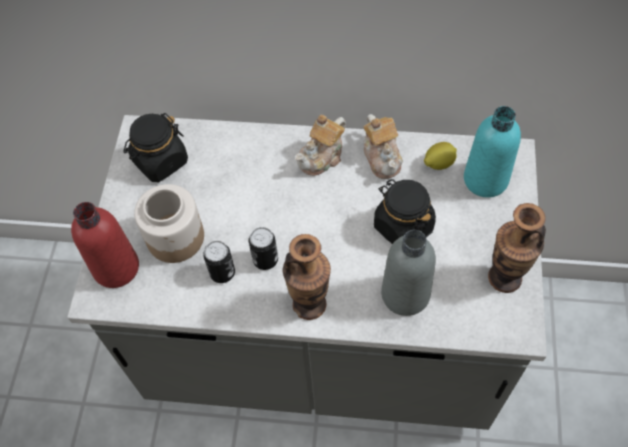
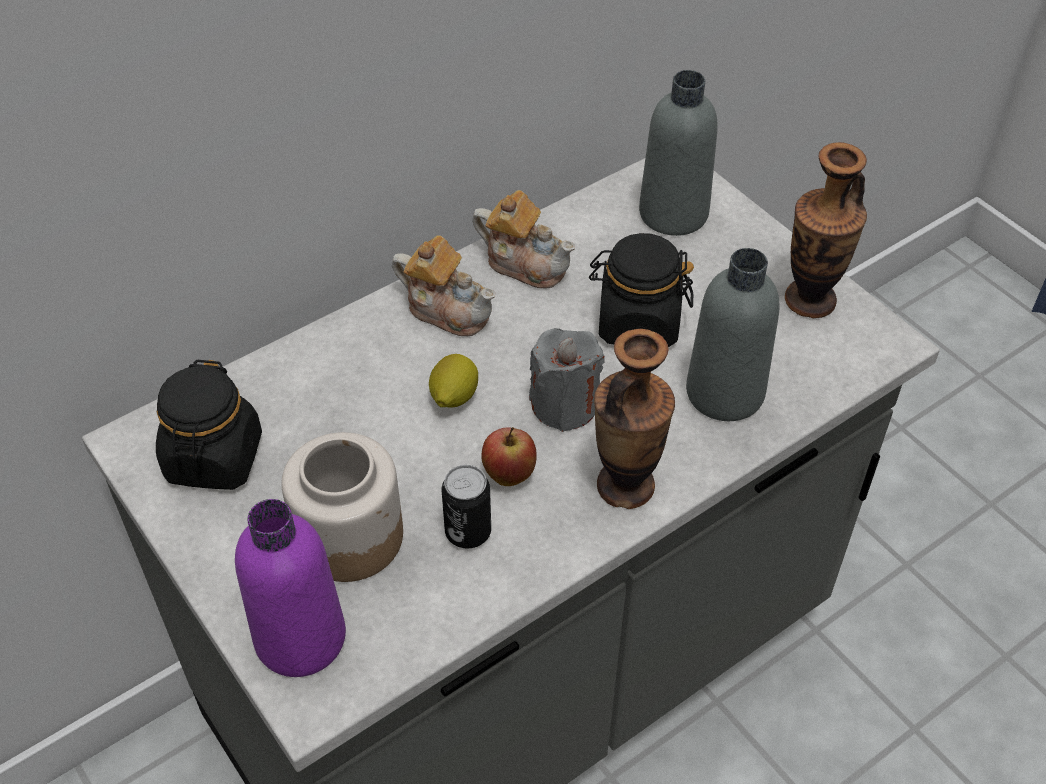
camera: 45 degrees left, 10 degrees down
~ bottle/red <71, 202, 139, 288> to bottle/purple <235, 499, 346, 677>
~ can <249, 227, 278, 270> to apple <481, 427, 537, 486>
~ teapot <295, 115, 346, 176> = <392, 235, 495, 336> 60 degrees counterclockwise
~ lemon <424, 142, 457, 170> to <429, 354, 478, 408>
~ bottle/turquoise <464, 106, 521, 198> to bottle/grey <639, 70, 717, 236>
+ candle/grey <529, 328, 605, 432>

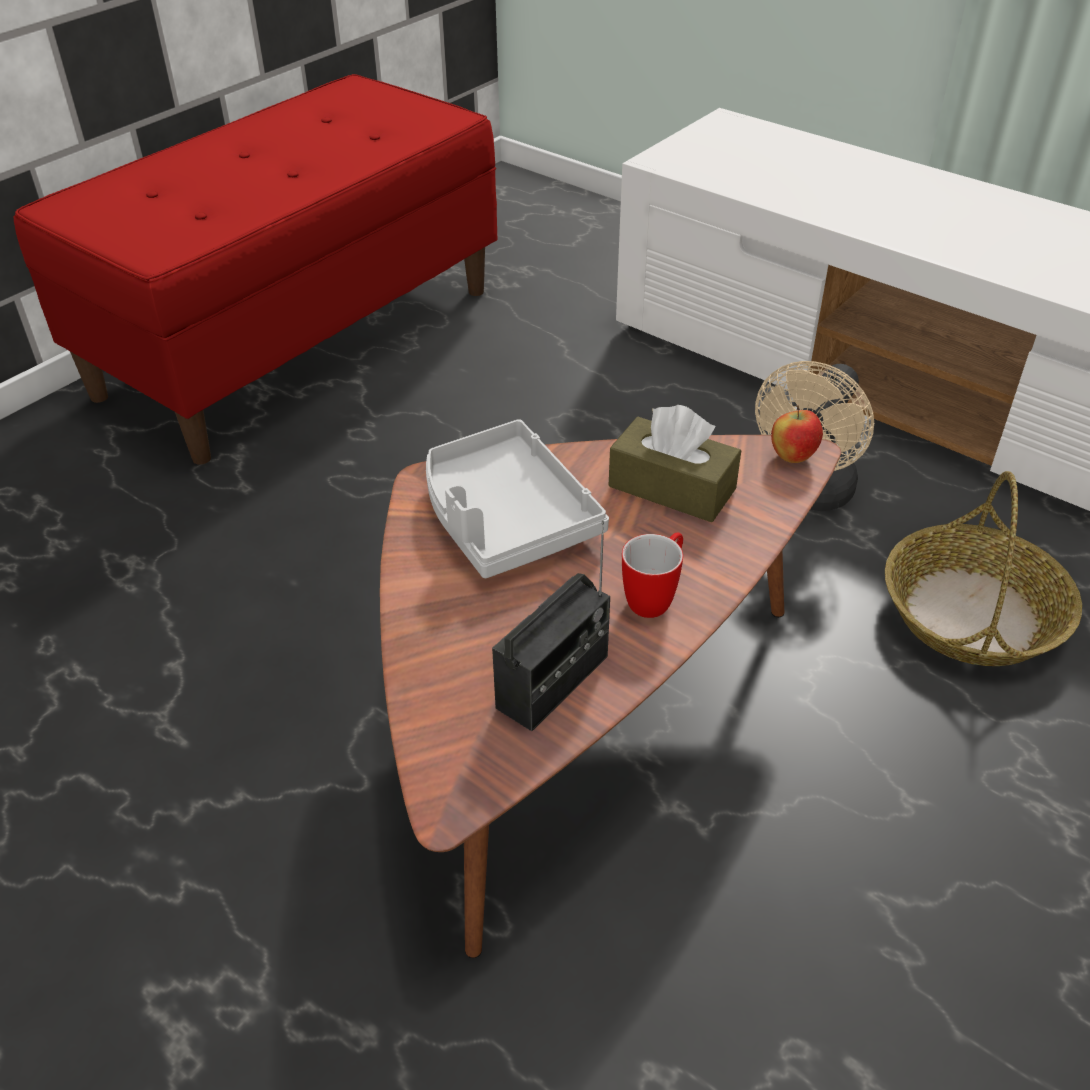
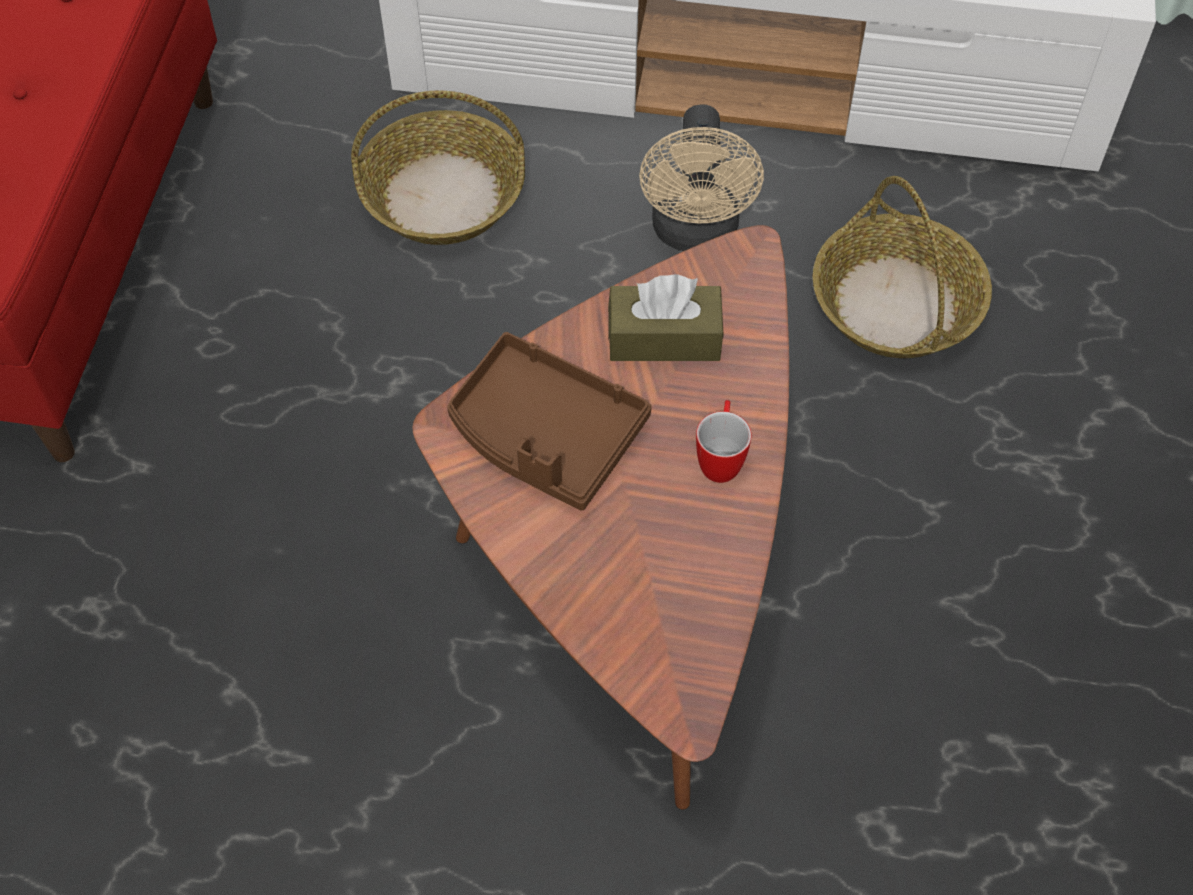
camera: 30 degrees left, 15 degrees up
~ tray/grey <426, 419, 609, 578> to tray/brown <447, 332, 651, 511>
- radio <492, 520, 610, 731>
- apple <771, 406, 823, 463>
+ basket <351, 91, 525, 245>

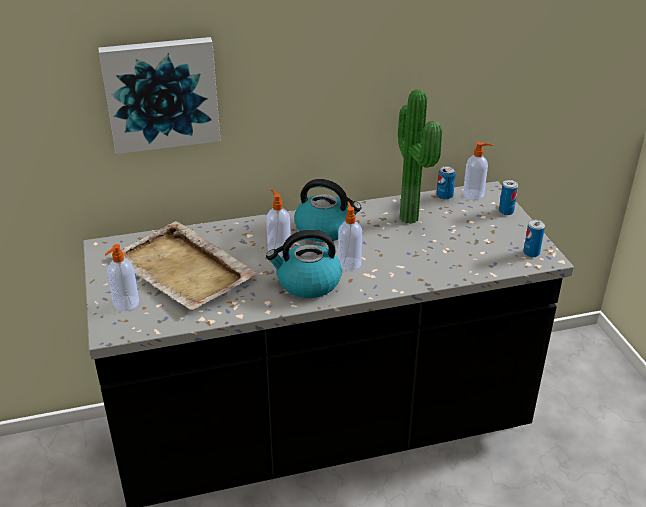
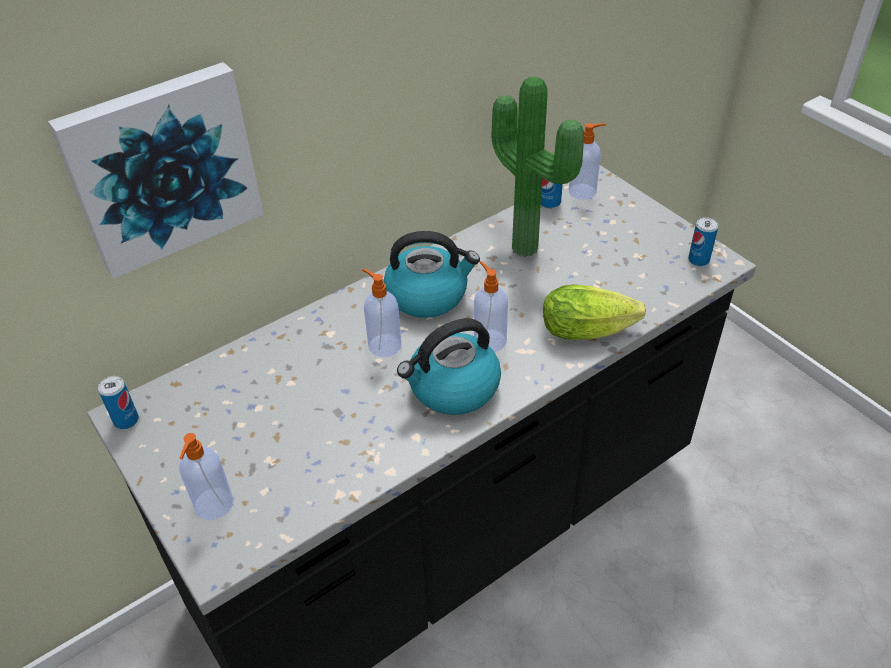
camera: 20 degrees left, 10 degrees up
- tray/beige <110, 221, 258, 311>
~ can <499, 180, 518, 215> to <98, 376, 139, 429>
+ lettuce <543, 285, 646, 340>

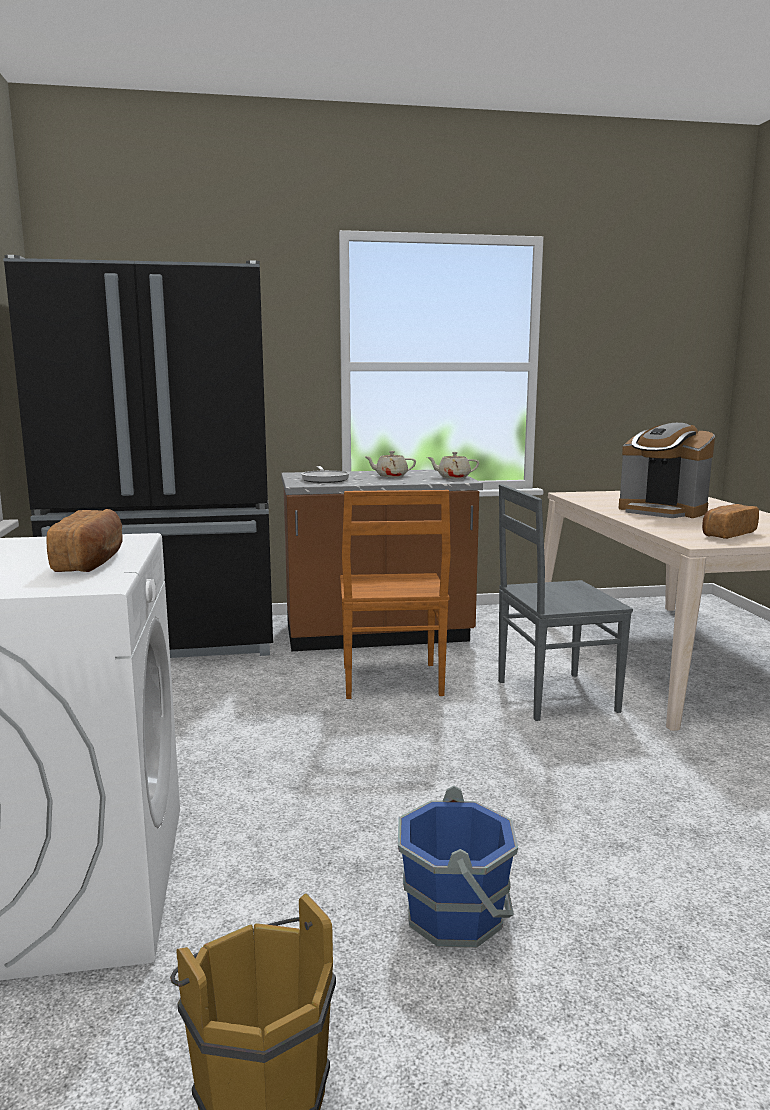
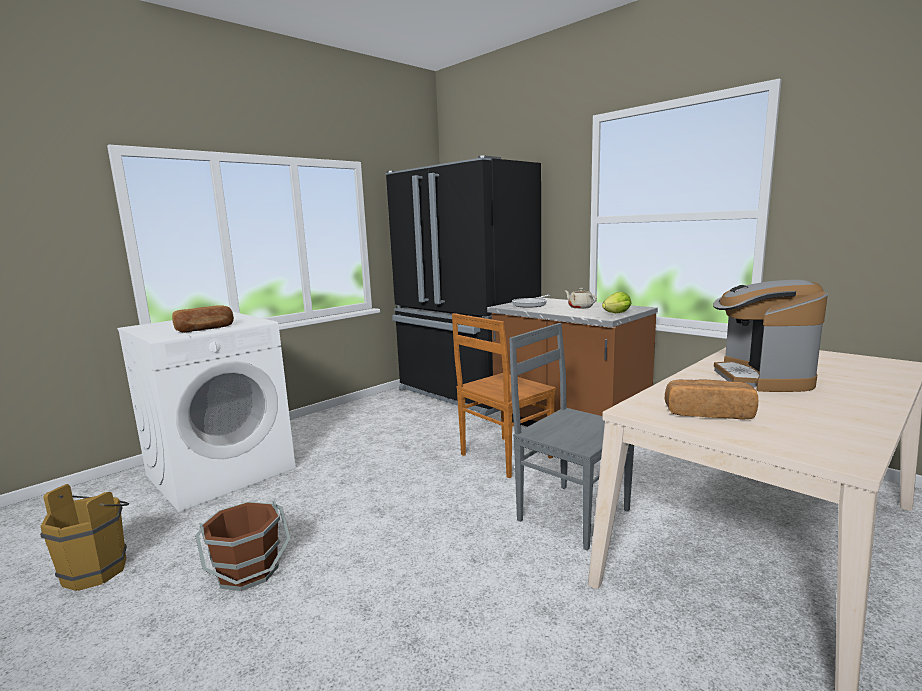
camera: 55 degrees right, 0 degrees up
~ bucket/blue <398, 786, 518, 948> to bucket/brown <195, 500, 291, 591>
~ teapot/beige <427, 452, 479, 479> to lettuce <602, 292, 631, 313>

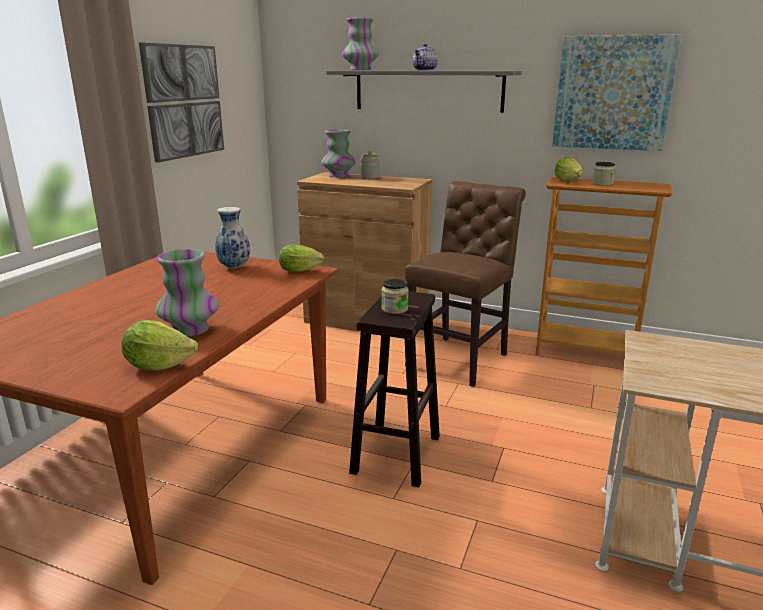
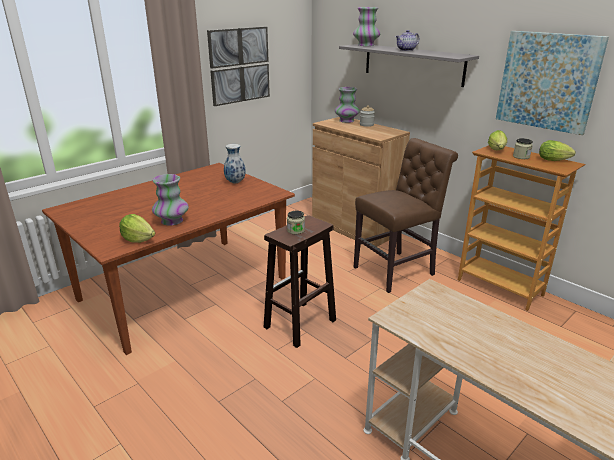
camera: 25 degrees right, 5 degrees up
~ lettuce <279, 244, 324, 272> to <539, 140, 576, 161>

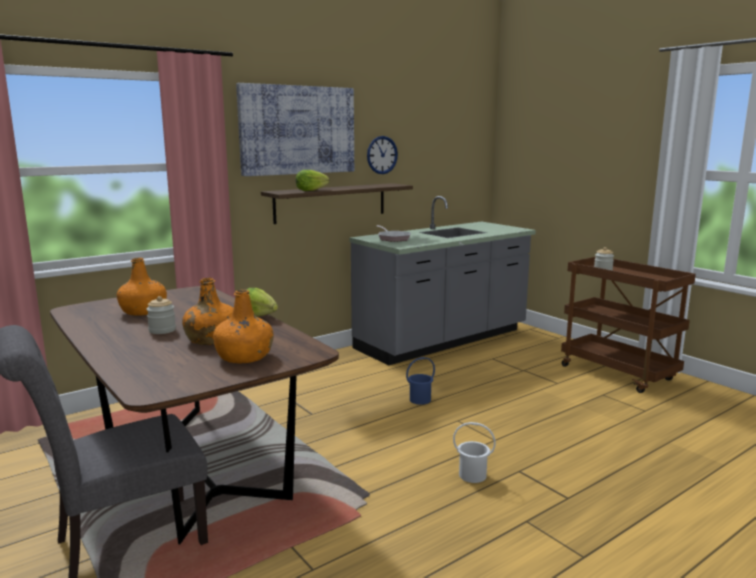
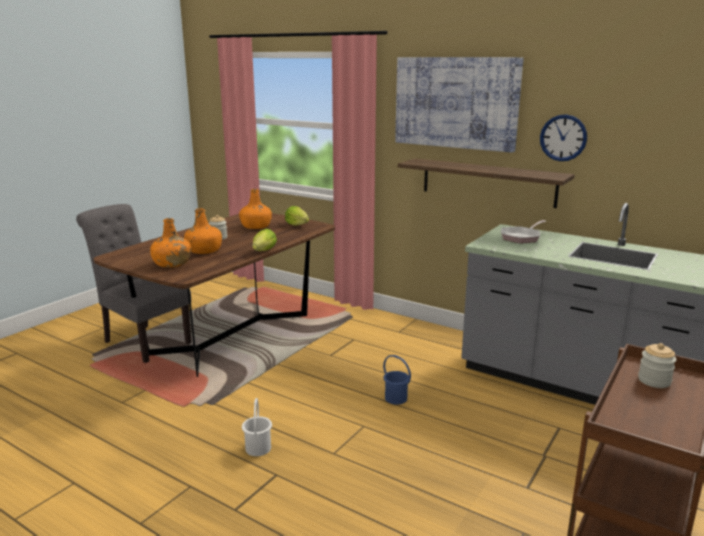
camera: 70 degrees right, 5 degrees up
~ lettuce <296, 170, 330, 191> to <285, 206, 309, 226>

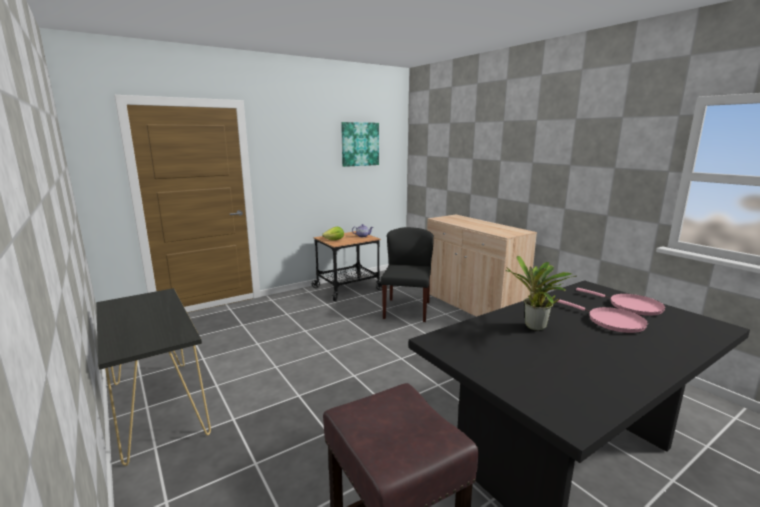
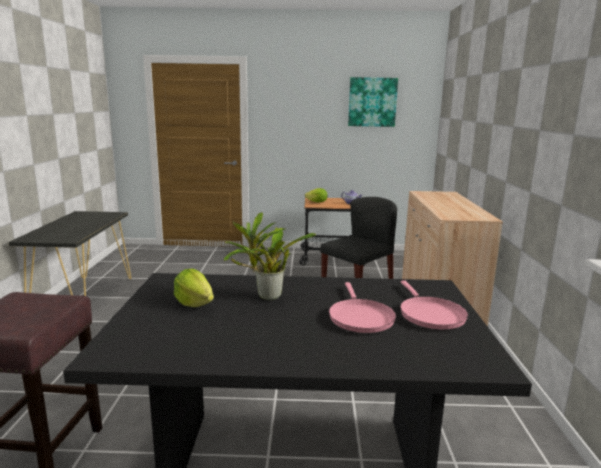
camera: 35 degrees right, 0 degrees up
+ lettuce <174, 269, 214, 307>

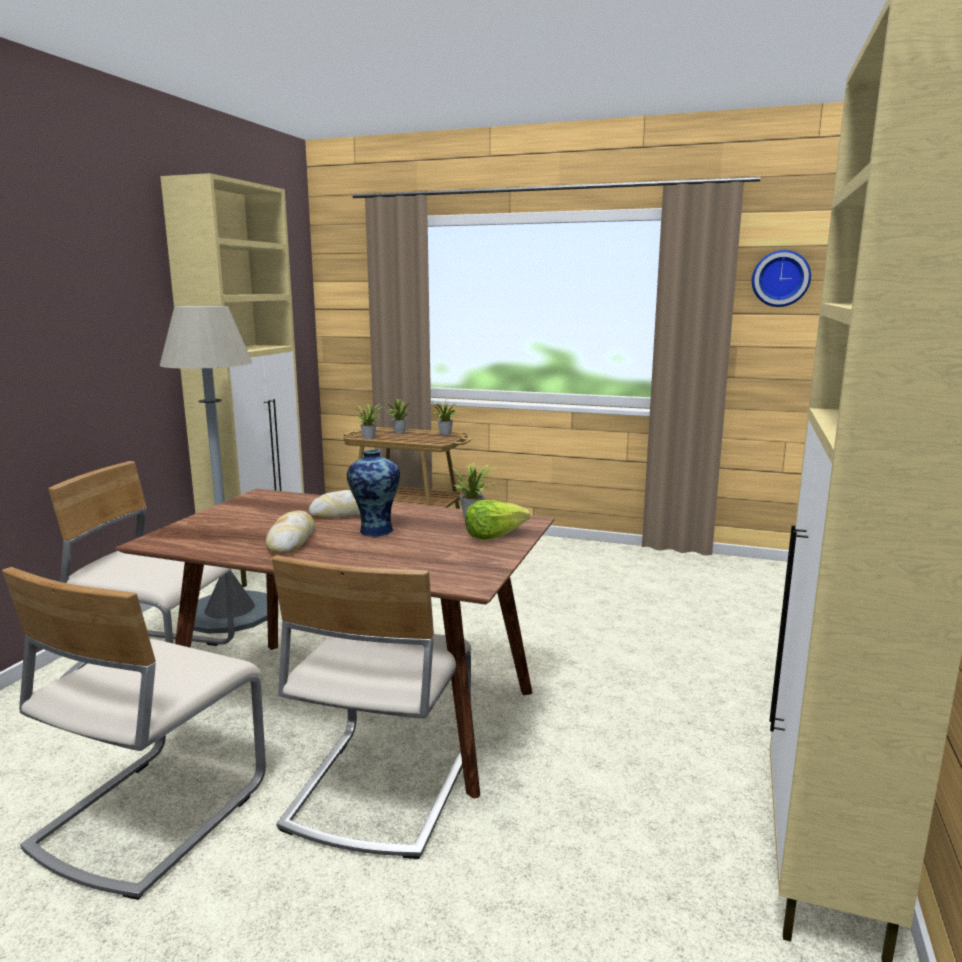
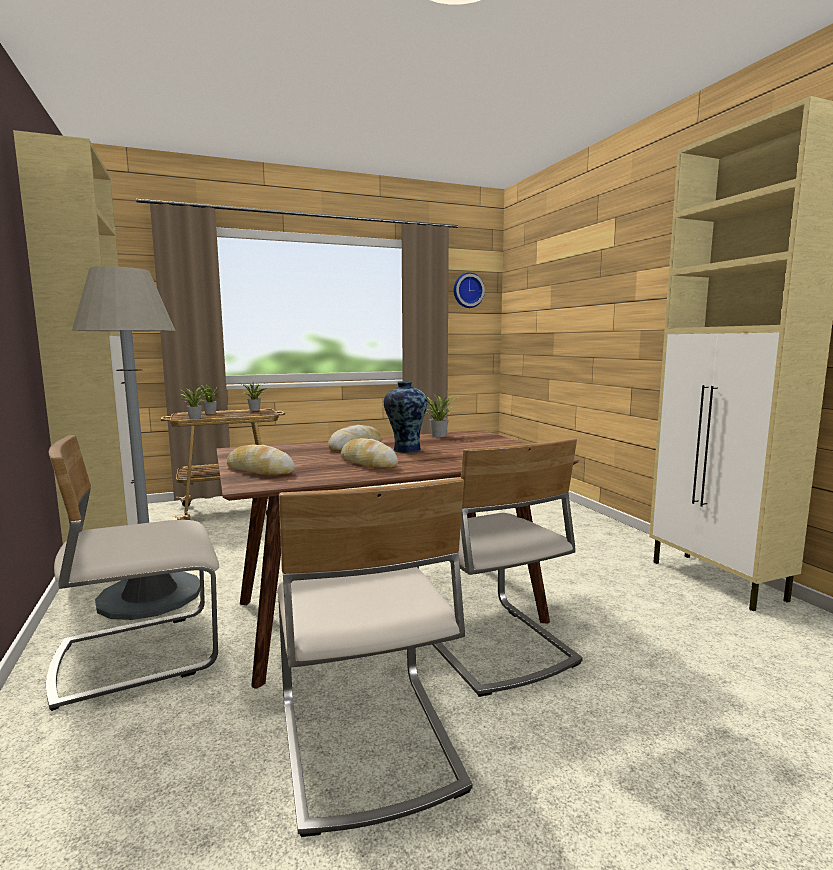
camera: 40 degrees left, 5 degrees down
- lettuce <465, 500, 530, 540>
+ bread <227, 445, 295, 476>

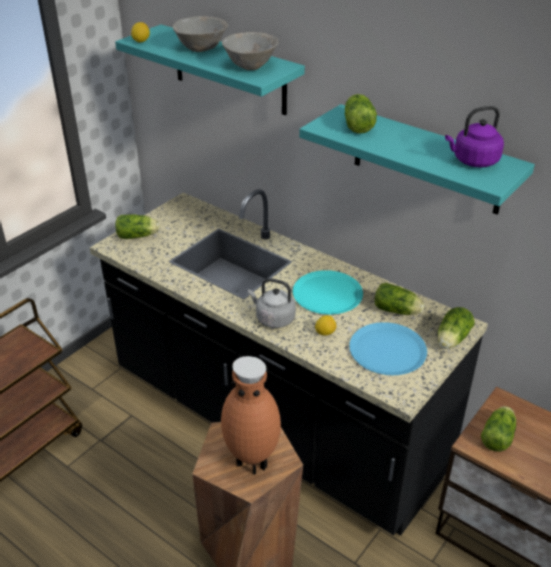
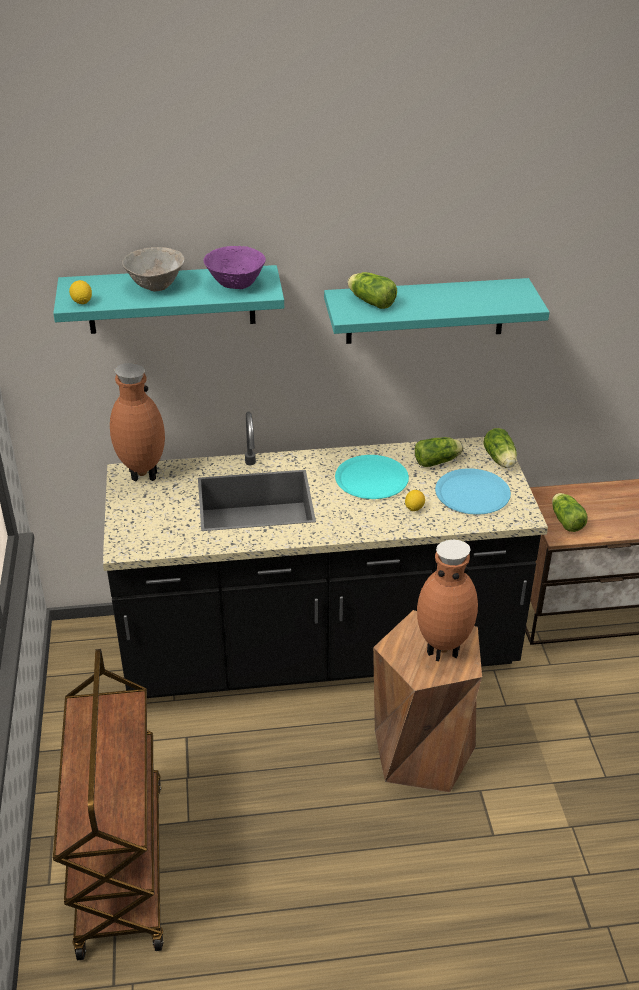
camera: 45 degrees left, 0 degrees up
- lettuce <115, 214, 160, 239>
~ bowl/grey <222, 32, 278, 70> to bowl/purple <203, 246, 266, 289>
- kettle/grey <248, 278, 296, 328>
- kettle/purple <445, 106, 504, 168>
+ vase/brown <110, 363, 165, 481>

